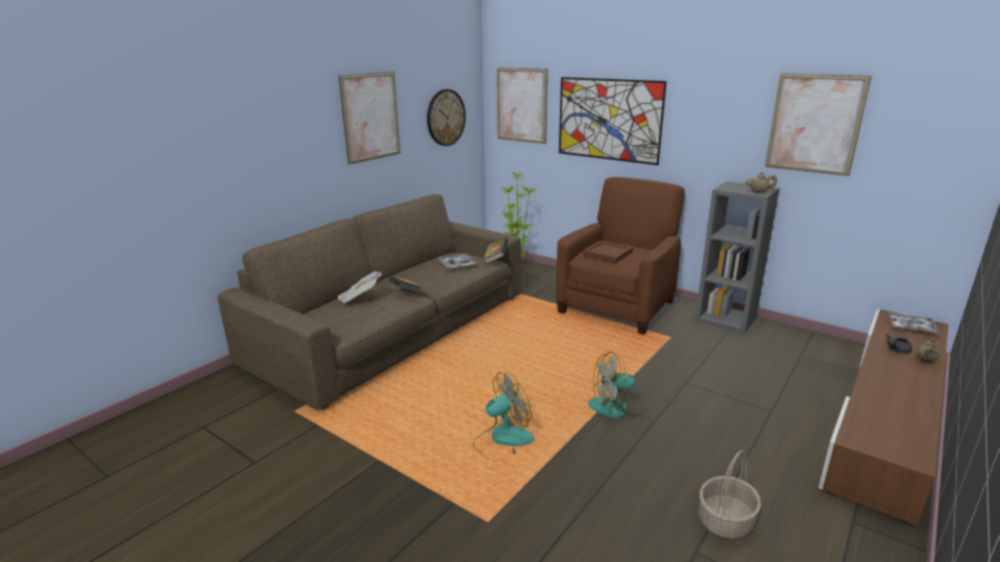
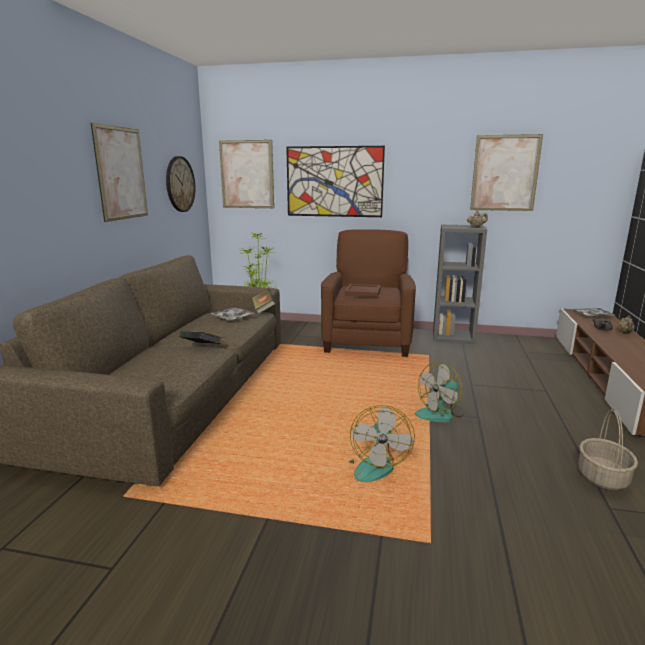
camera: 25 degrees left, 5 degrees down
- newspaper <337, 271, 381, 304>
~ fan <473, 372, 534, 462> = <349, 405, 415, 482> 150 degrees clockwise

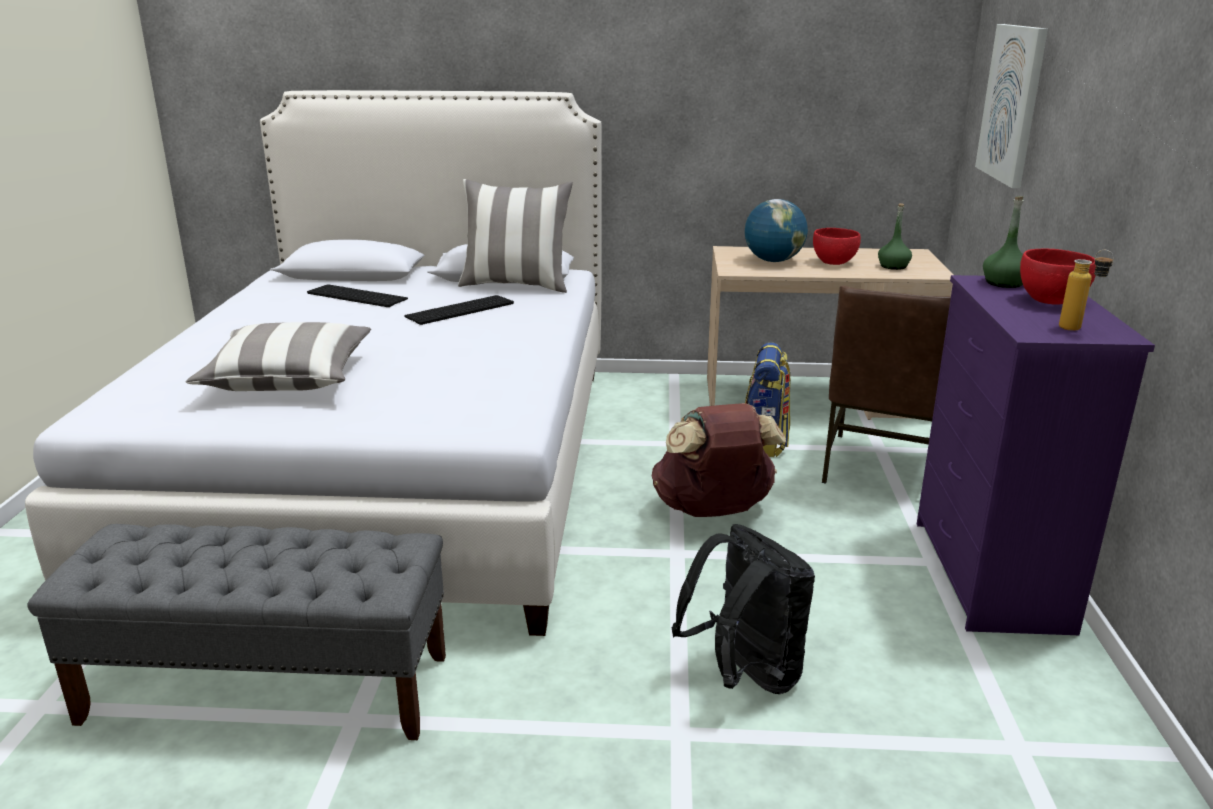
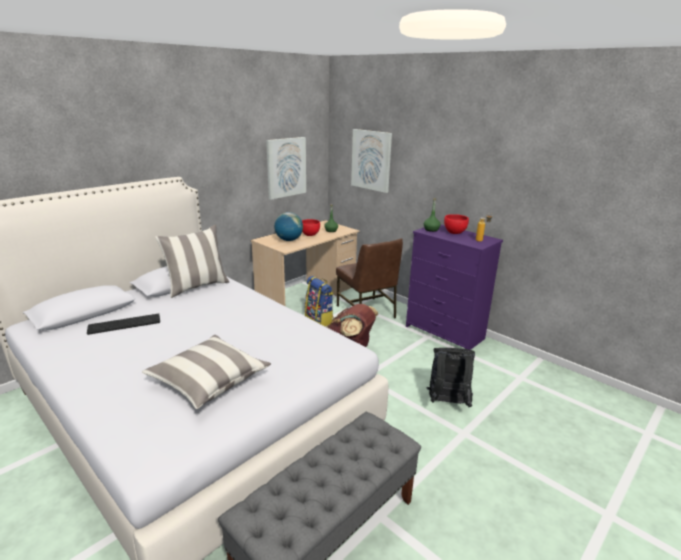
camera: 50 degrees left, 0 degrees up
- keyboard <404, 295, 514, 325>
+ picture <266, 137, 306, 200>

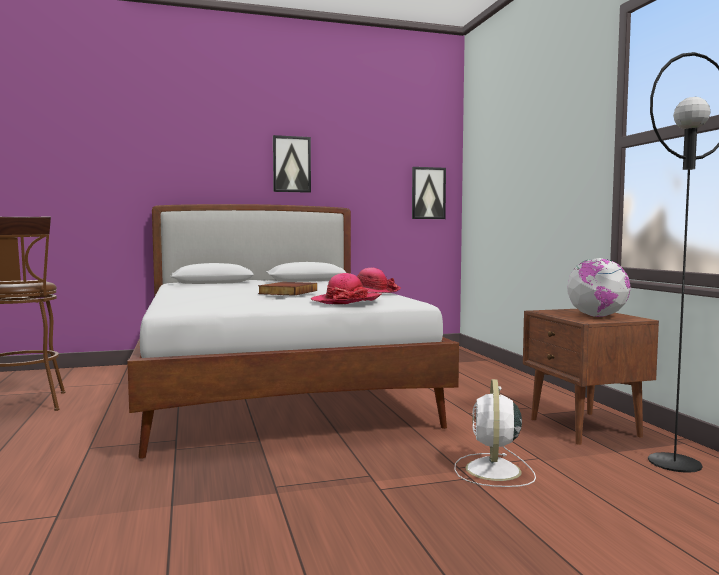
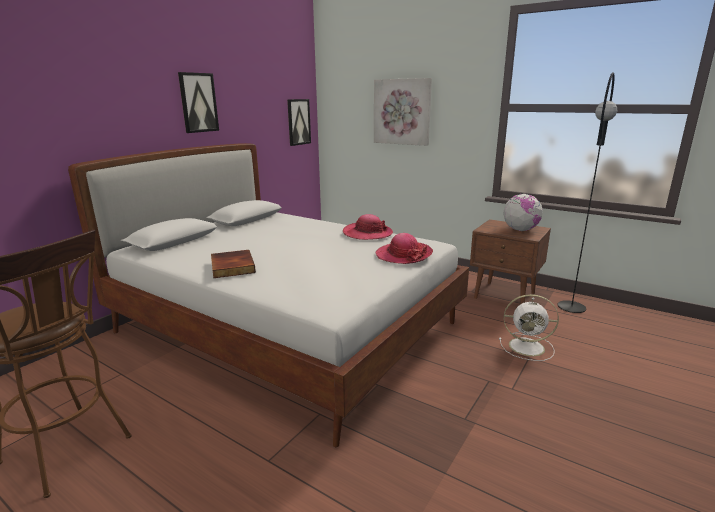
camera: 40 degrees left, 15 degrees up
~ book <258, 282, 317, 296> to <211, 250, 256, 278>
~ fan/white <454, 379, 536, 487> = <499, 294, 559, 361> 45 degrees counterclockwise
+ picture <374, 78, 432, 146>

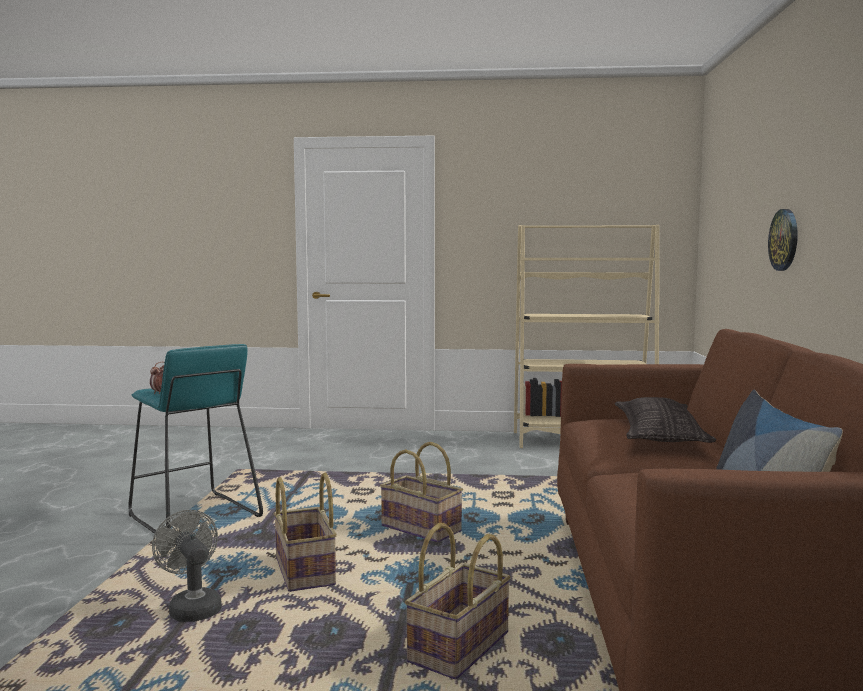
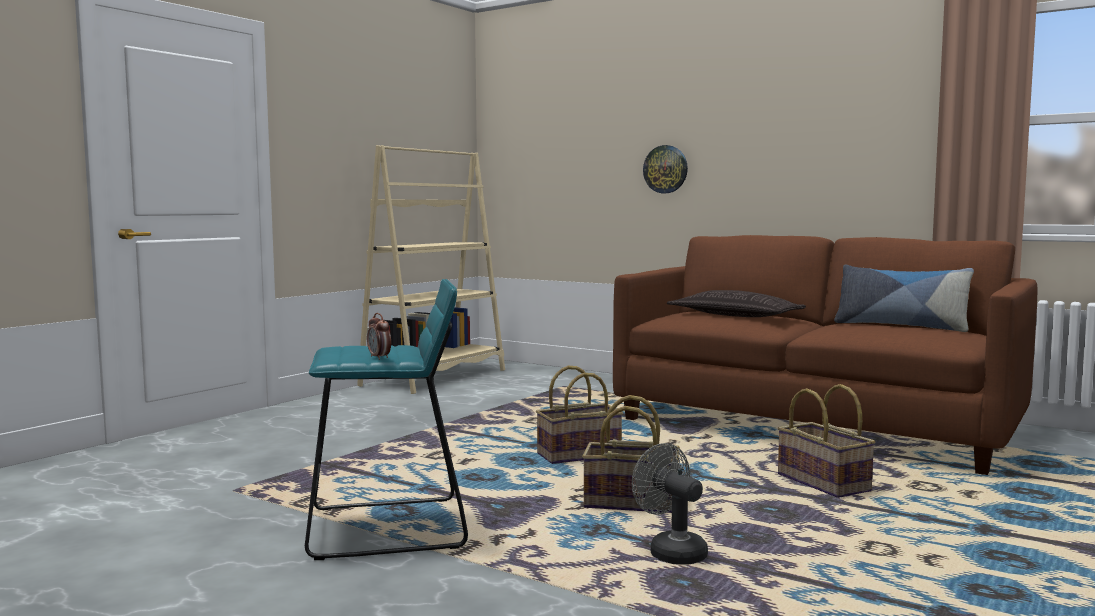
camera: 60 degrees left, 0 degrees up
~ fan/grey <152, 510, 222, 622> = <632, 443, 708, 565> 60 degrees clockwise

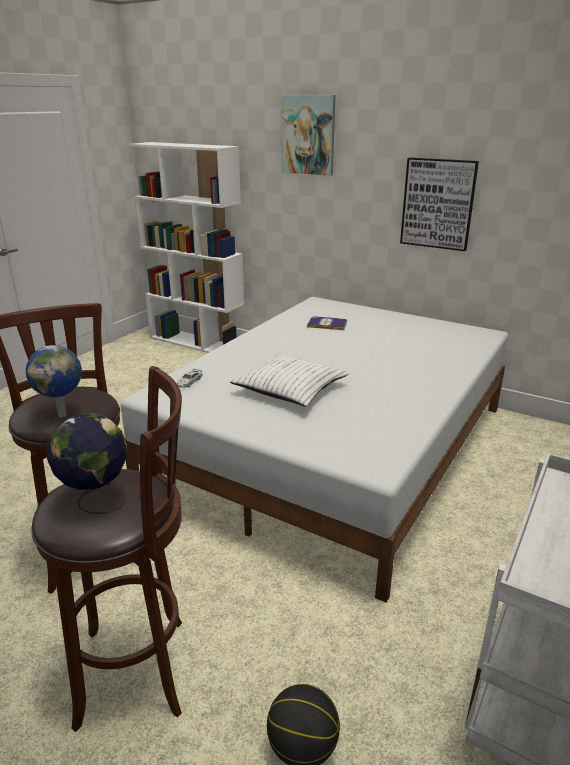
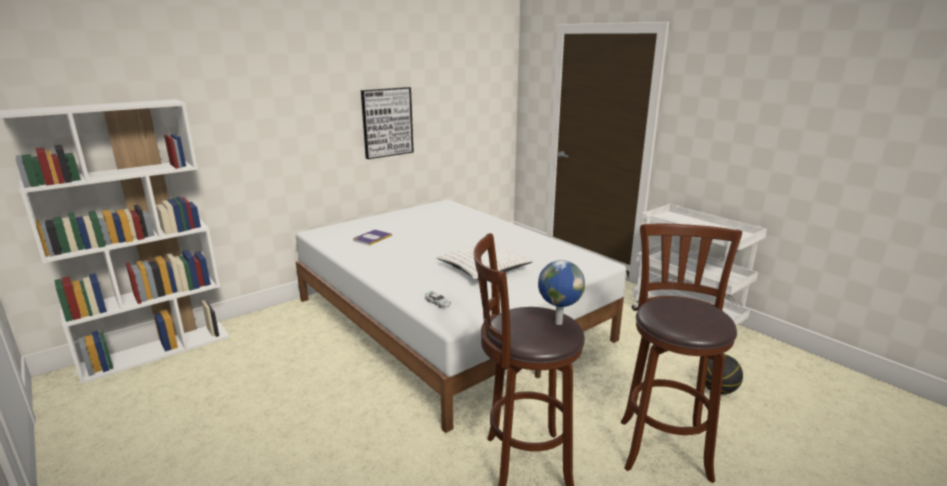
camera: 70 degrees left, 5 degrees down
- globe <47, 413, 127, 514>
- picture <281, 95, 336, 176>

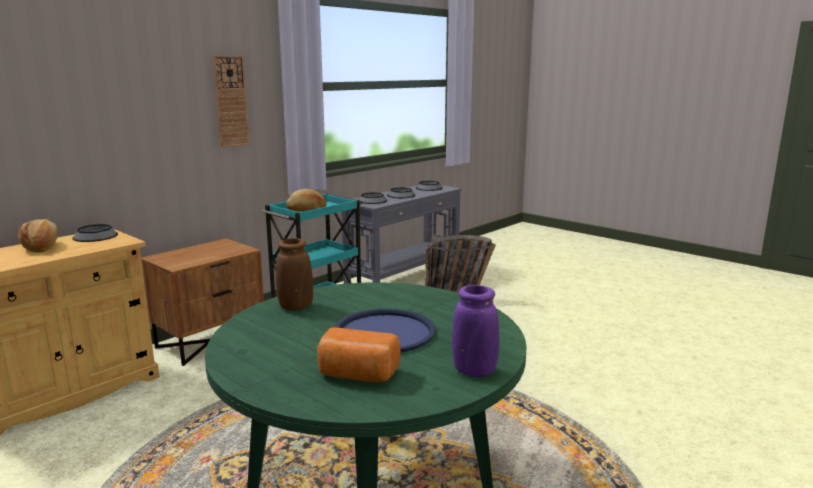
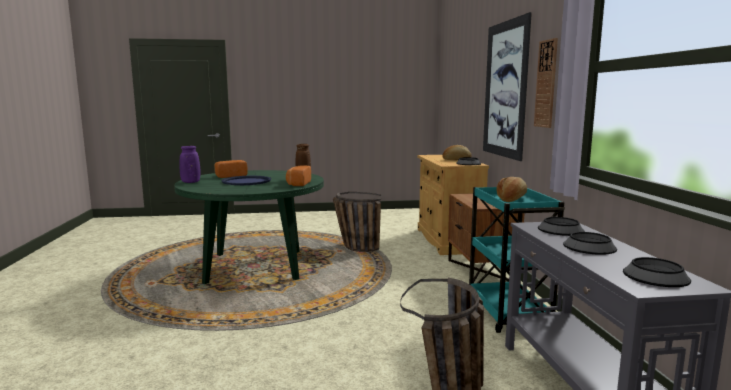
camera: 130 degrees right, 5 degrees down
+ bread <286, 166, 311, 186>
+ basket <333, 192, 381, 252>
+ picture <483, 12, 532, 161>

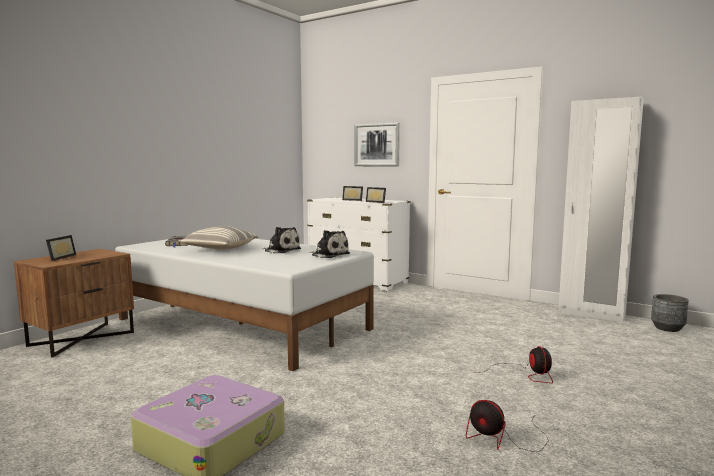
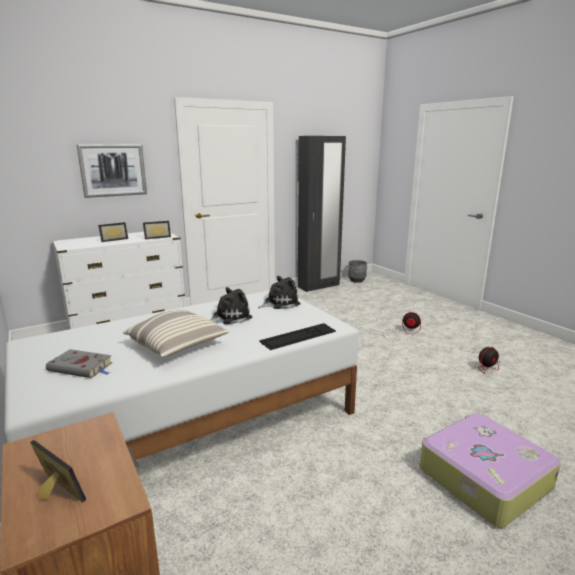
camera: 65 degrees left, 10 degrees up
~ wardrobe/white <558, 97, 644, 323> to wardrobe/black <298, 136, 346, 292>
+ keyboard <260, 323, 336, 350>

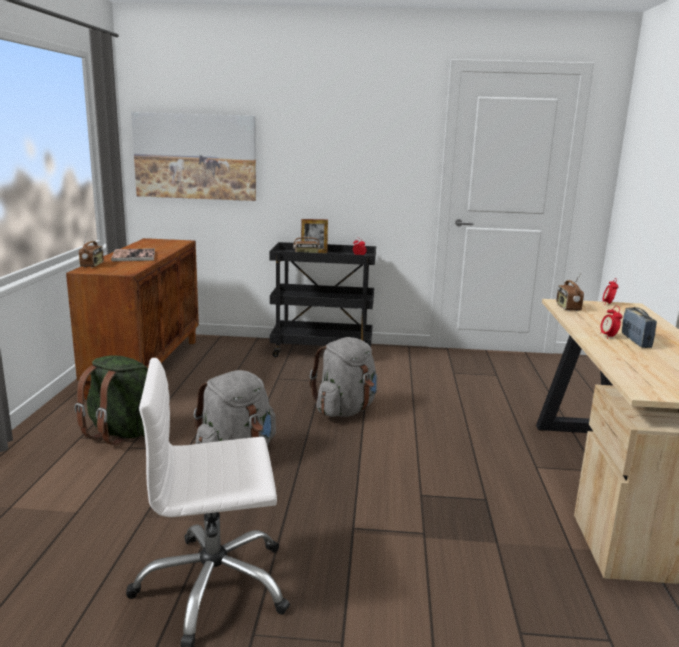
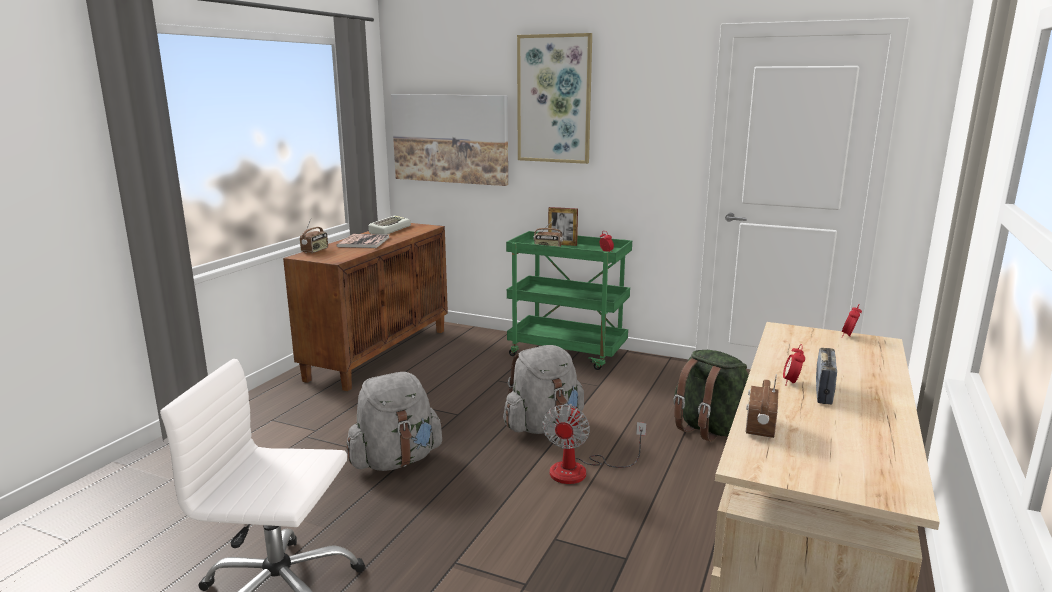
camera: 20 degrees right, 0 degrees up
~ backpack/green <75, 355, 148, 445> to <673, 350, 749, 442>
~ cart/black <270, 242, 376, 357> to cart/green <506, 231, 632, 370>
~ radio <556, 273, 584, 311> to <745, 374, 778, 438>
+ keyboard <369, 216, 411, 234>
+ picture <517, 33, 592, 164>
+ fan <542, 404, 647, 484>

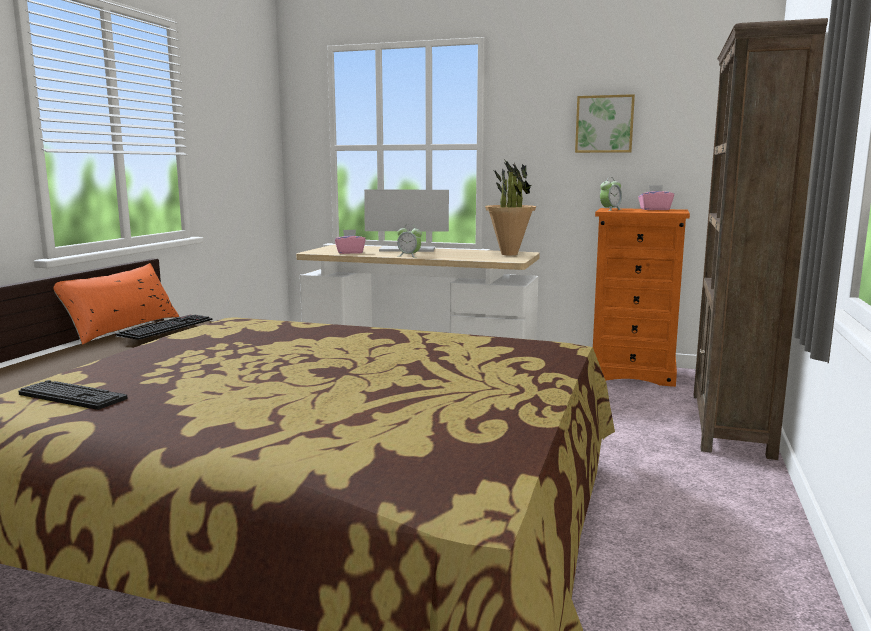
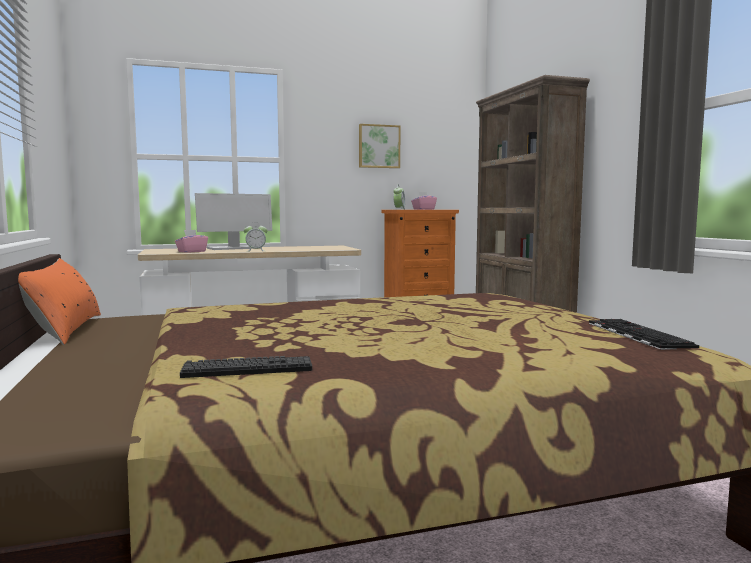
camera: 35 degrees left, 5 degrees down
~ keyboard <115, 315, 212, 340> to <589, 319, 699, 350>
- potted plant <485, 159, 536, 255>

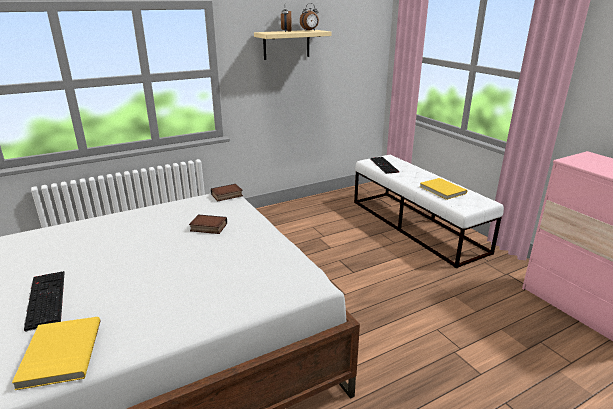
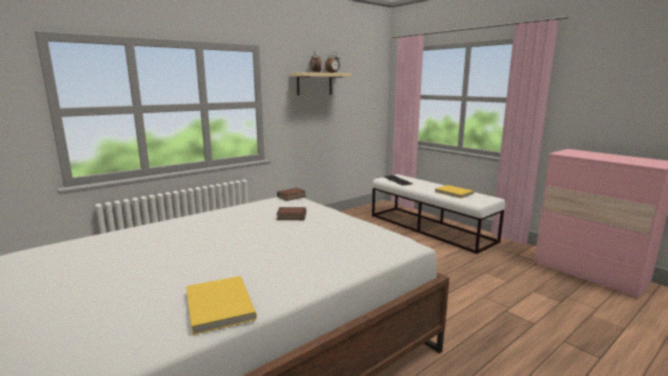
camera: 10 degrees left, 10 degrees down
- keyboard <24, 271, 64, 332>

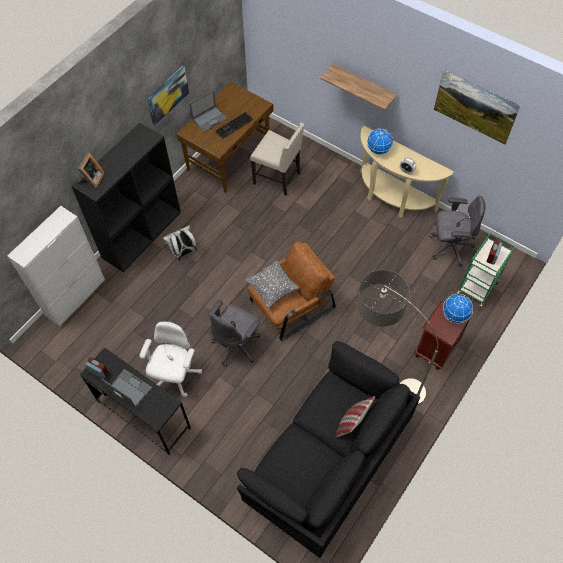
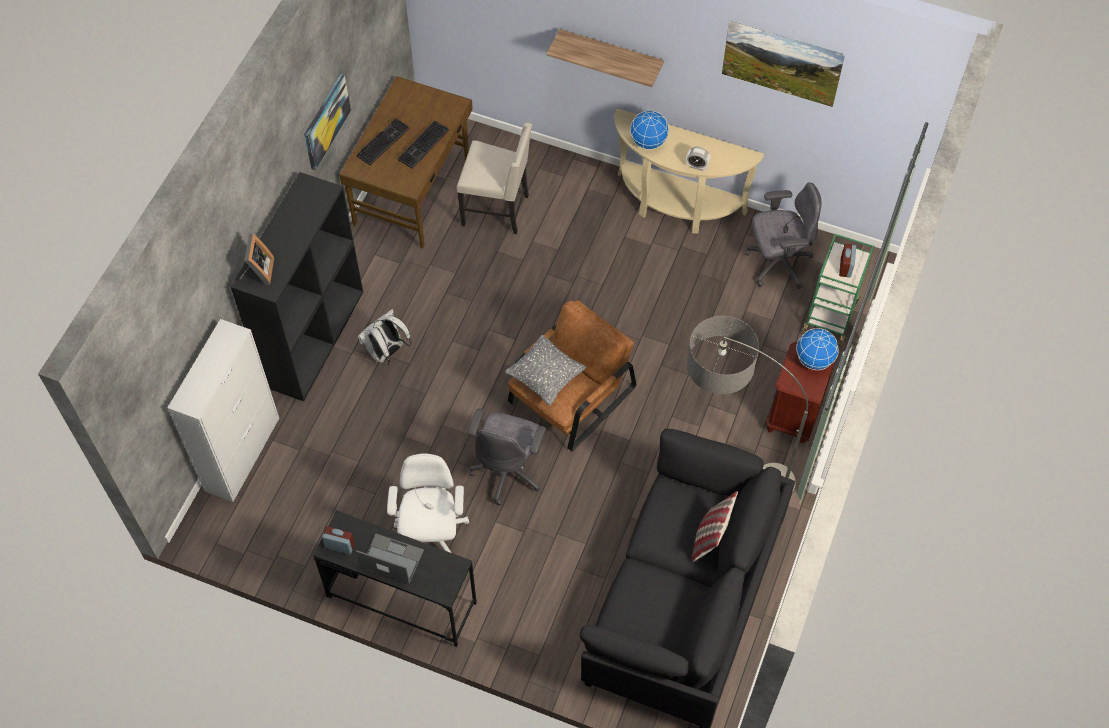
camera: 15 degrees left, 0 degrees up
~ laptop <189, 90, 228, 132> to keyboard <357, 118, 410, 165>

